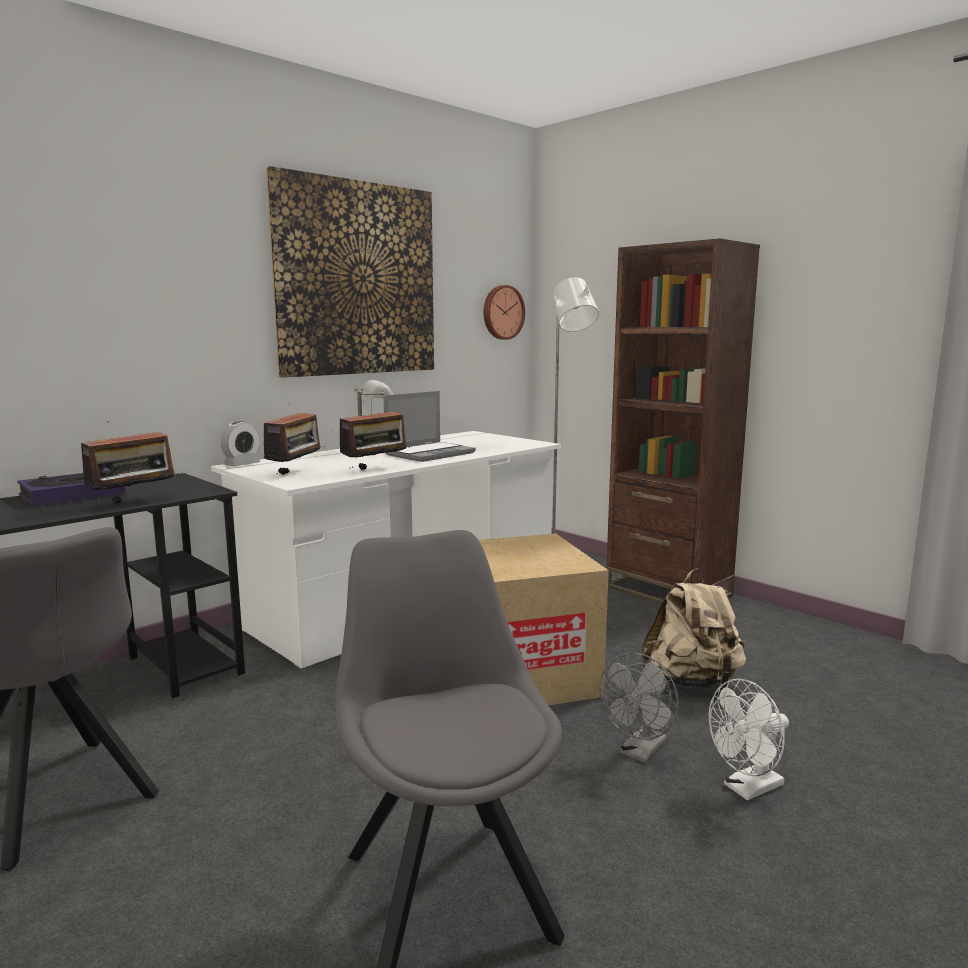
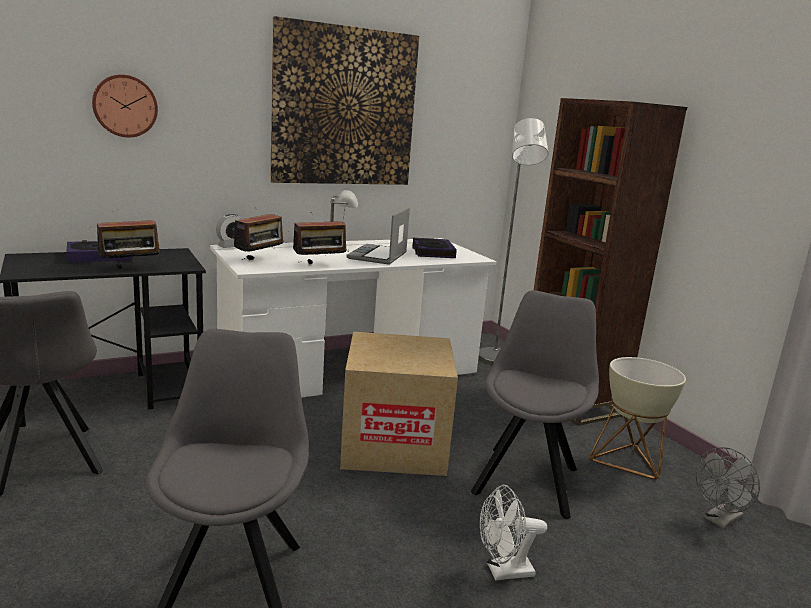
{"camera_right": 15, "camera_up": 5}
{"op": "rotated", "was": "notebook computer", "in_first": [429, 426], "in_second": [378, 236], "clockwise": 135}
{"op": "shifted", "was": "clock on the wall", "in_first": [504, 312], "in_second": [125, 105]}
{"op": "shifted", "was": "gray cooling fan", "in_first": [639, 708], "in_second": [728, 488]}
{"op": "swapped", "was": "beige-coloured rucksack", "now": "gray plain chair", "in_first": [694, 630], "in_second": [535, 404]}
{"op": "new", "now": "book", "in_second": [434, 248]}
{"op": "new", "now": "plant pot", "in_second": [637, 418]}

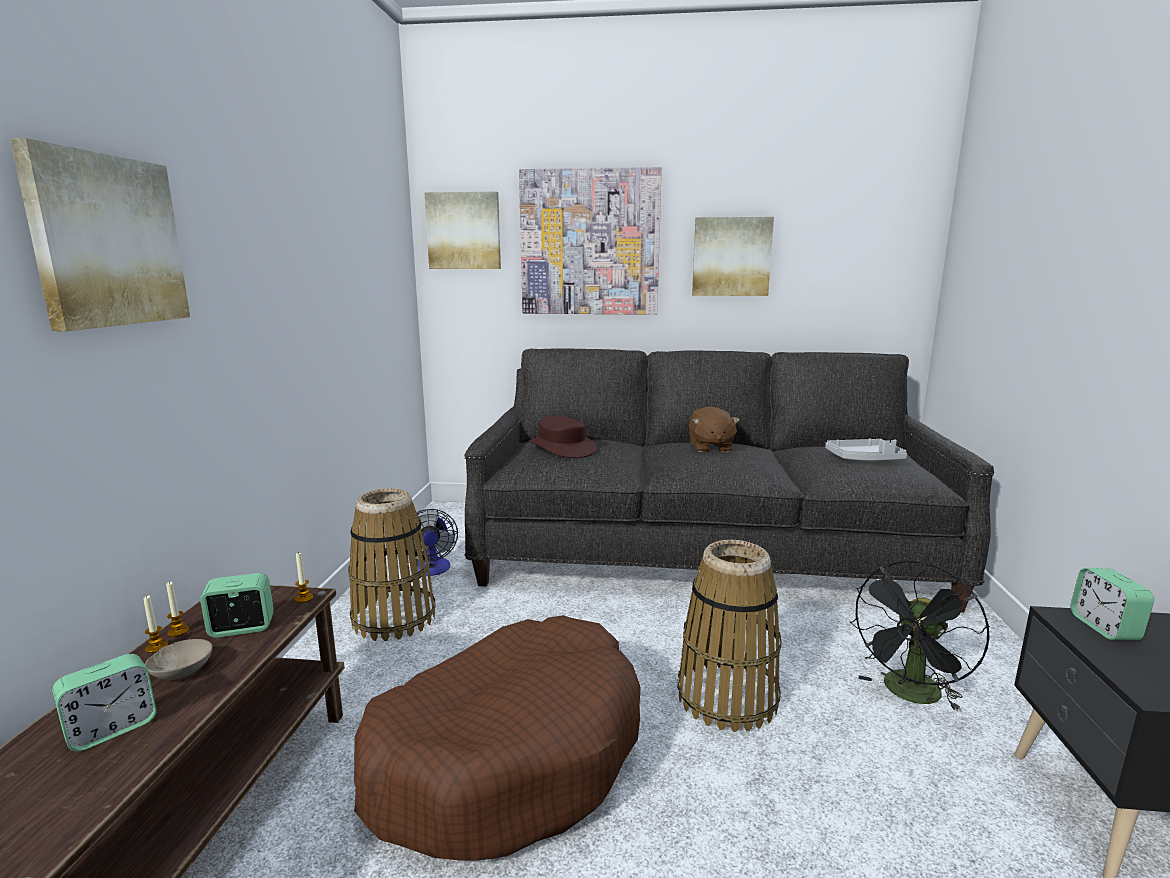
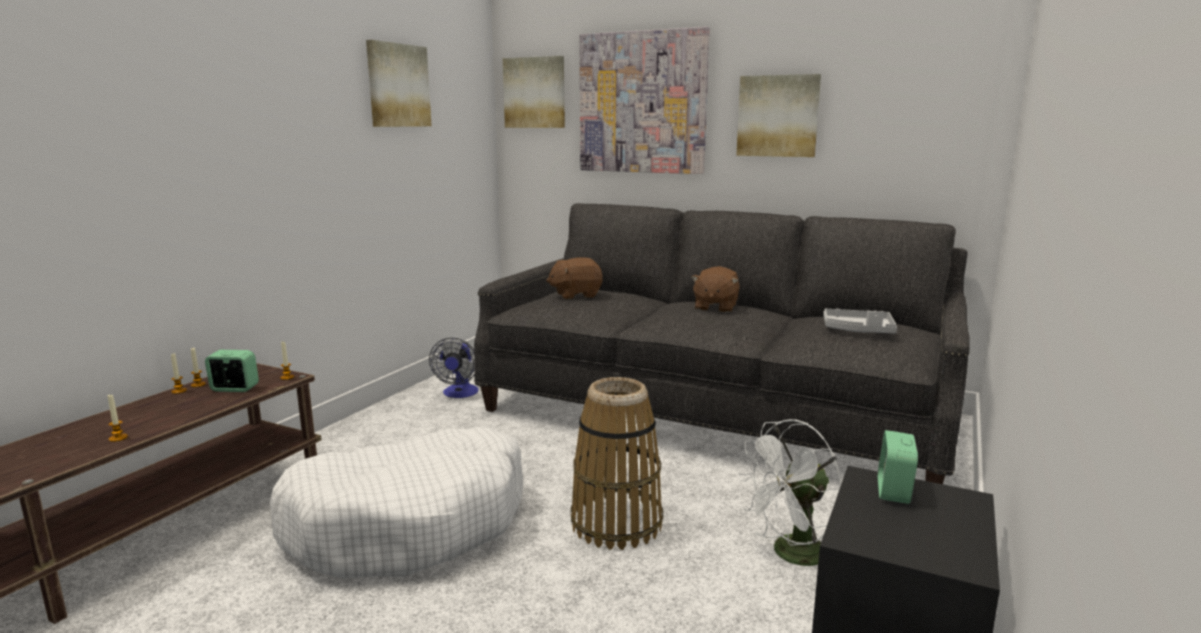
{"camera_right": 20, "camera_up": 0}
{"op": "shifted", "was": "wall art", "in_first": [100, 234], "in_second": [398, 83]}
{"op": "gone", "was": "alarm clock", "in_first": [104, 702]}
{"op": "gone", "was": "beige-coloured deep dish", "in_first": [179, 659]}
{"op": "gone", "was": "storage basket", "in_first": [392, 564]}
{"op": "repainted", "was": "brown pet bed", "now": "white pet bed", "in_first": [497, 738], "in_second": [396, 502]}
{"op": "swapped", "was": "brown hat", "now": "brown cuddly toy", "in_first": [562, 437], "in_second": [574, 278]}
{"op": "repainted", "was": "blackish cooling fan", "now": "white cooling fan", "in_first": [919, 636], "in_second": [789, 492]}
{"op": "new", "now": "wax candle", "in_second": [118, 418]}

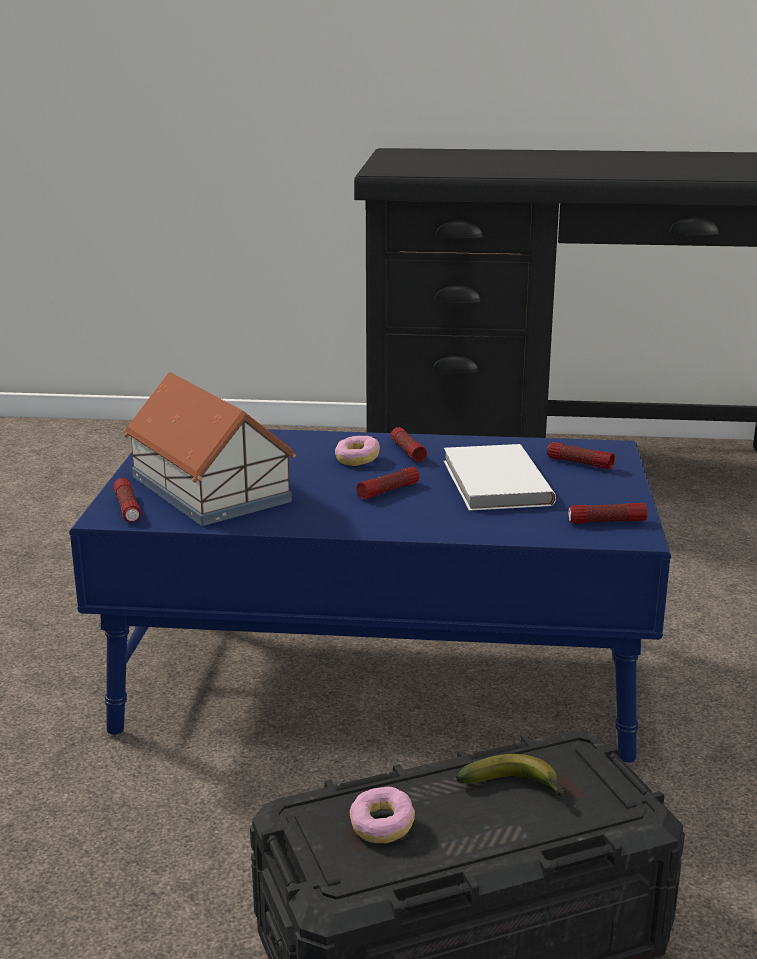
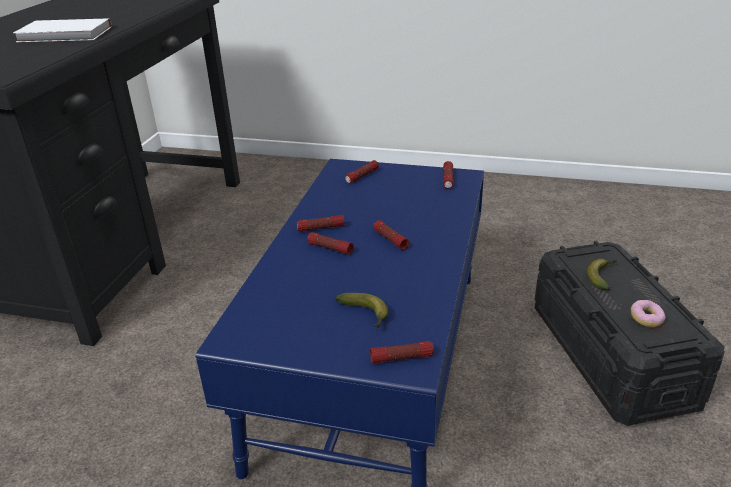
{"camera_right": -80, "camera_up": 10}
{"op": "swapped", "was": "toy house", "now": "whole banana", "in_first": [210, 449], "in_second": [361, 311]}
{"op": "swapped", "was": "donut", "now": "flashlight", "in_first": [357, 451], "in_second": [330, 243]}
{"op": "shifted", "was": "white book", "in_first": [500, 477], "in_second": [62, 30]}

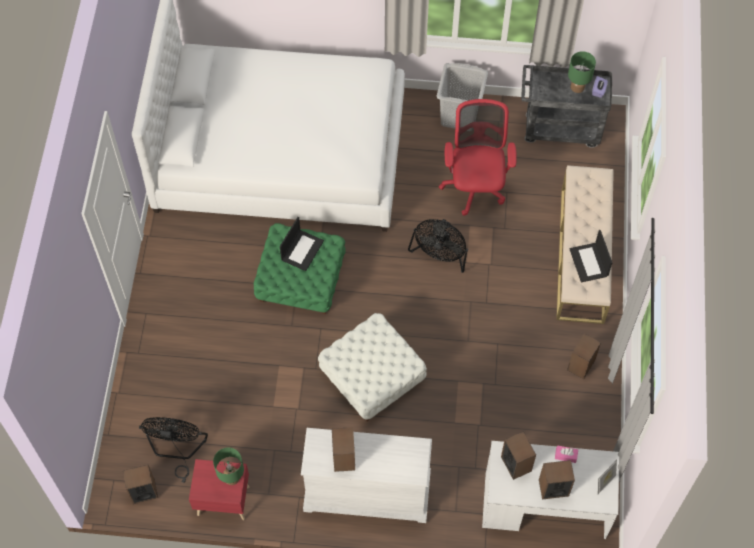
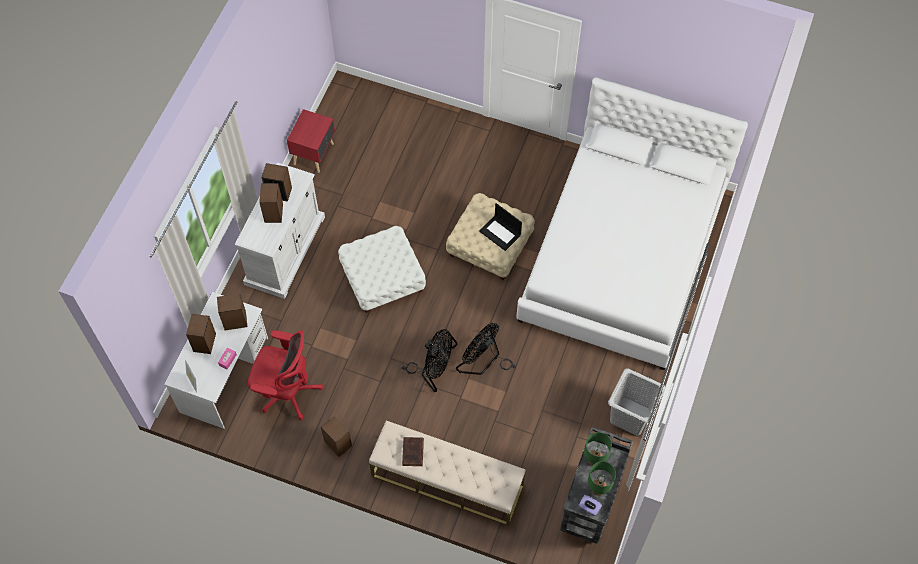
{"camera_right": 105, "camera_up": 0}
{"op": "shifted", "was": "audio speaker", "in_first": [140, 484], "in_second": [271, 203]}
{"op": "shifted", "was": "blackish cooling fan", "in_first": [173, 450], "in_second": [430, 360]}
{"op": "shifted", "was": "green table lamp", "in_first": [228, 466], "in_second": [598, 449]}
{"op": "repainted", "was": "green footrest", "now": "beige-coloured footrest", "in_first": [300, 268], "in_second": [490, 236]}
{"op": "shifted", "was": "red computer chair", "in_first": [478, 157], "in_second": [285, 375]}
{"op": "swapped", "was": "notebook computer", "now": "brown book", "in_first": [591, 256], "in_second": [413, 451]}

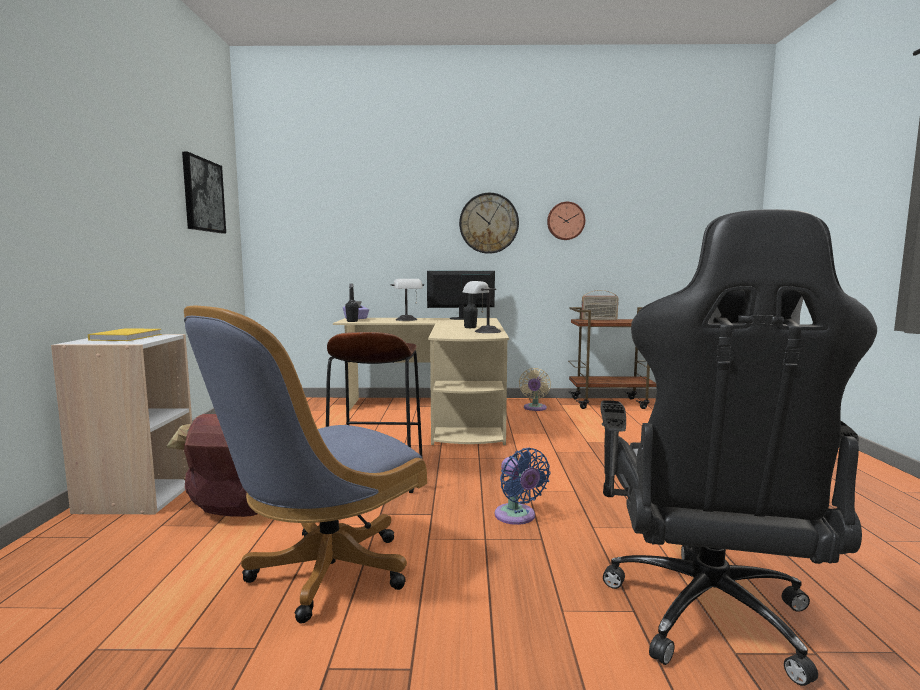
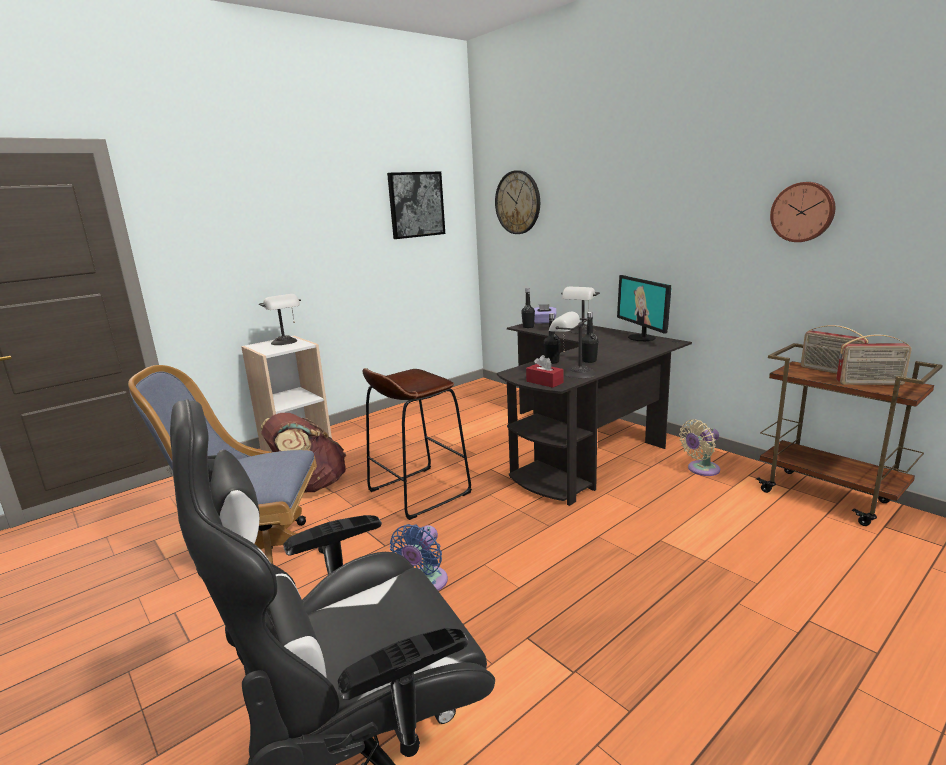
{"camera_right": 50, "camera_up": 10}
{"op": "swapped", "was": "yellow-coloured book", "now": "table lamp", "in_first": [125, 334], "in_second": [280, 319]}
{"op": "repainted", "was": "beige-coloured desk", "now": "blackish desk", "in_first": [421, 381], "in_second": [594, 414]}
{"op": "rotated", "was": "monitor", "in_first": [461, 295], "in_second": [644, 308], "clockwise": -150}
{"op": "shifted", "was": "clock on the wall", "in_first": [489, 223], "in_second": [517, 202]}
{"op": "new", "now": "red box of tissues", "in_second": [544, 371]}
{"op": "new", "now": "blackish beverage bottle", "in_second": [552, 338]}
{"op": "new", "now": "radio set", "in_second": [874, 360]}

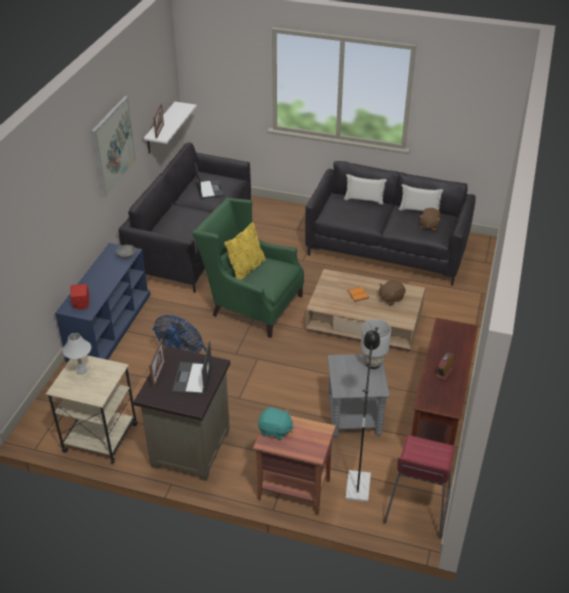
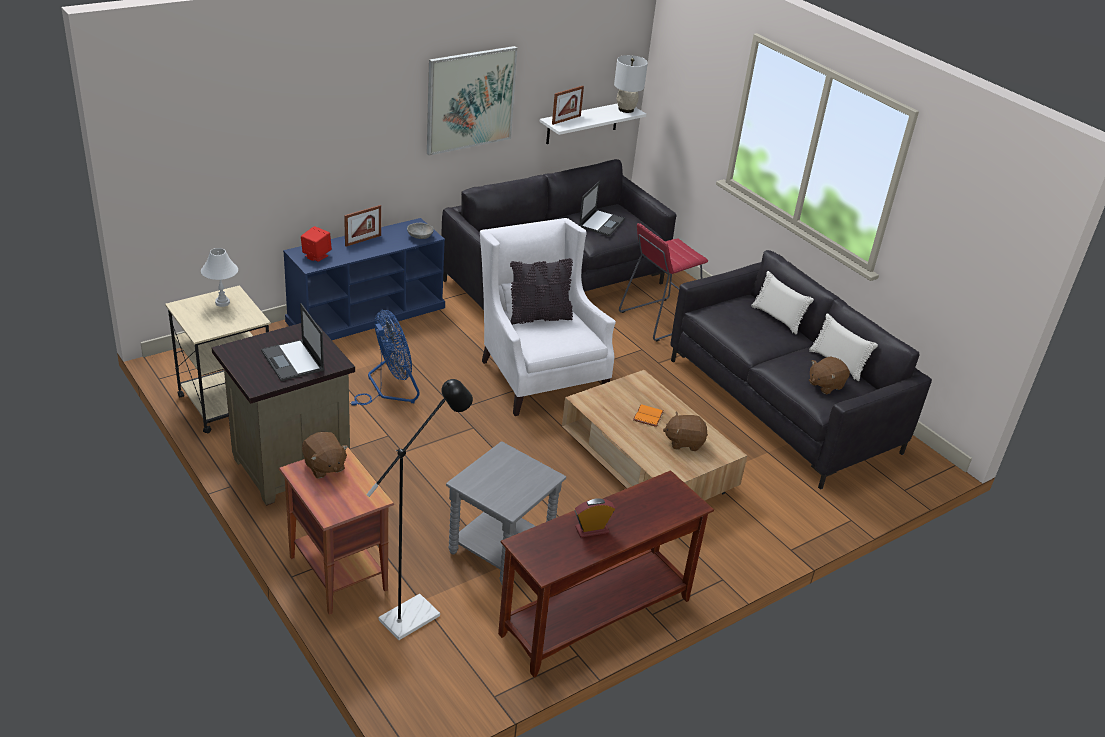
{"camera_right": 35, "camera_up": -5}
{"op": "shifted", "was": "picture frame", "in_first": [157, 363], "in_second": [362, 226]}
{"op": "rotated", "was": "notebook computer", "in_first": [192, 368], "in_second": [293, 342], "clockwise": -75}
{"op": "repainted", "was": "green lounge chair", "now": "white lounge chair", "in_first": [248, 268], "in_second": [548, 317]}
{"op": "repainted", "was": "yellow-coloured pillow", "now": "blackish pillow", "in_first": [245, 251], "in_second": [541, 291]}
{"op": "repainted", "was": "turquoise-coloured cuddly toy", "now": "brown cuddly toy", "in_first": [276, 423], "in_second": [325, 455]}
{"op": "shifted", "was": "white table lamp", "in_first": [376, 344], "in_second": [631, 84]}
{"op": "shifted", "was": "red stool seat", "in_first": [419, 486], "in_second": [663, 282]}

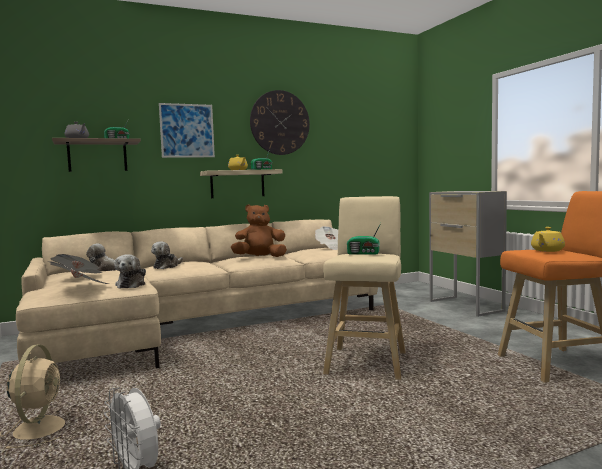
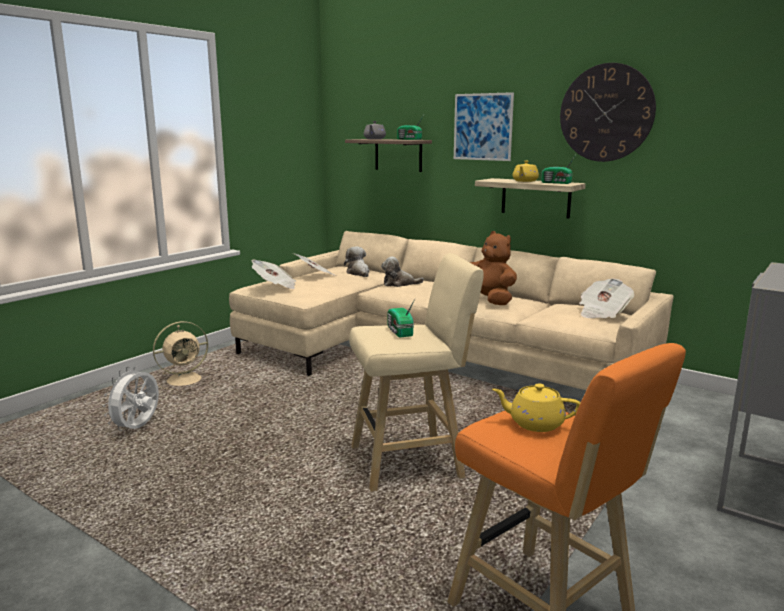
{"camera_right": 60, "camera_up": 10}
{"op": "gone", "was": "cuddly toy", "in_first": [130, 271]}

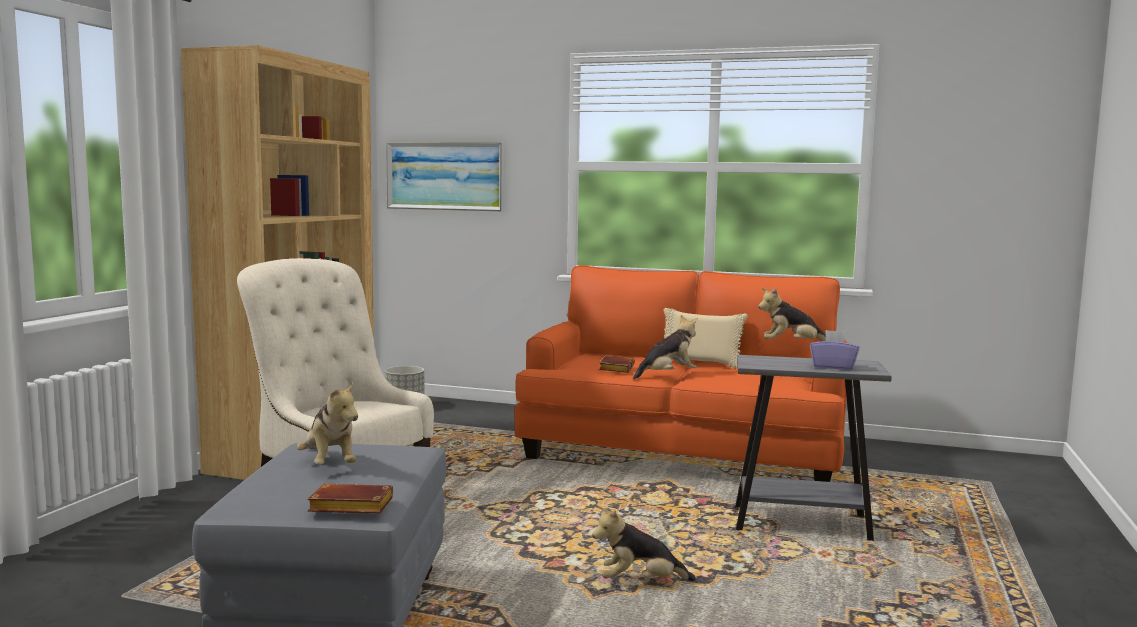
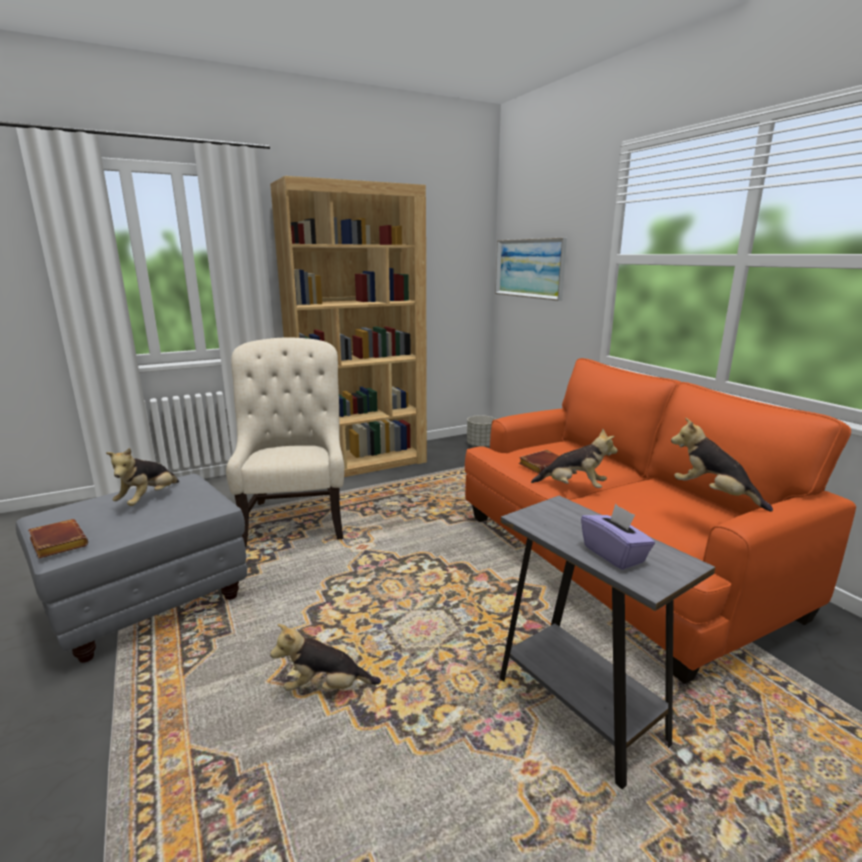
{"camera_right": 45, "camera_up": 10}
{"op": "rotated", "was": "cuddly toy", "in_first": [644, 543], "in_second": [325, 657], "clockwise": -45}
{"op": "gone", "was": "beige-coloured pillow", "in_first": [705, 338]}

